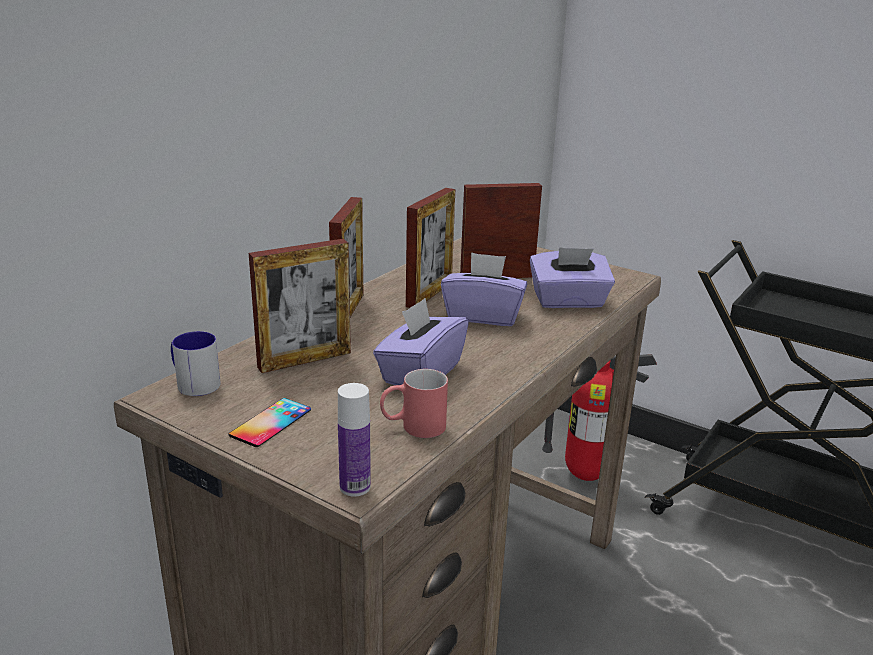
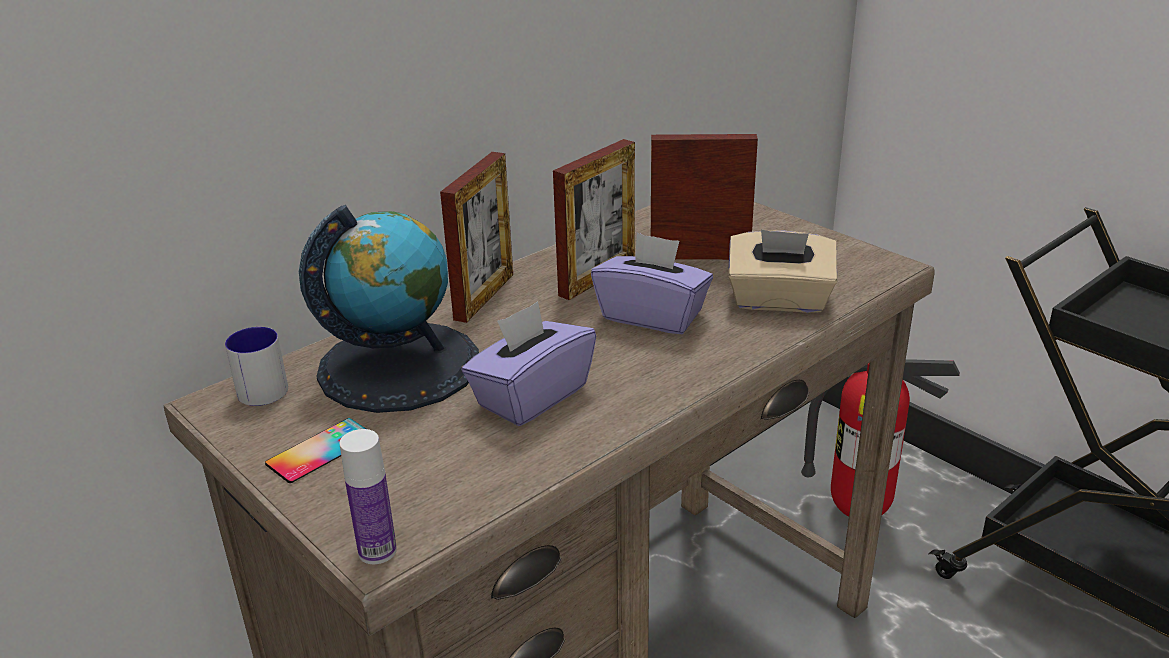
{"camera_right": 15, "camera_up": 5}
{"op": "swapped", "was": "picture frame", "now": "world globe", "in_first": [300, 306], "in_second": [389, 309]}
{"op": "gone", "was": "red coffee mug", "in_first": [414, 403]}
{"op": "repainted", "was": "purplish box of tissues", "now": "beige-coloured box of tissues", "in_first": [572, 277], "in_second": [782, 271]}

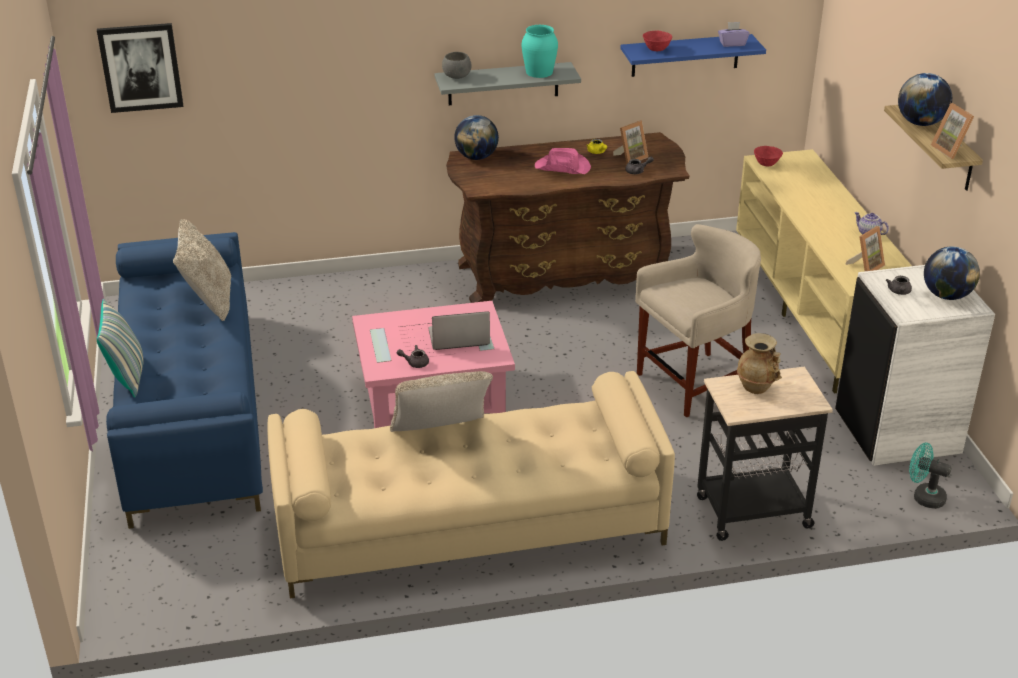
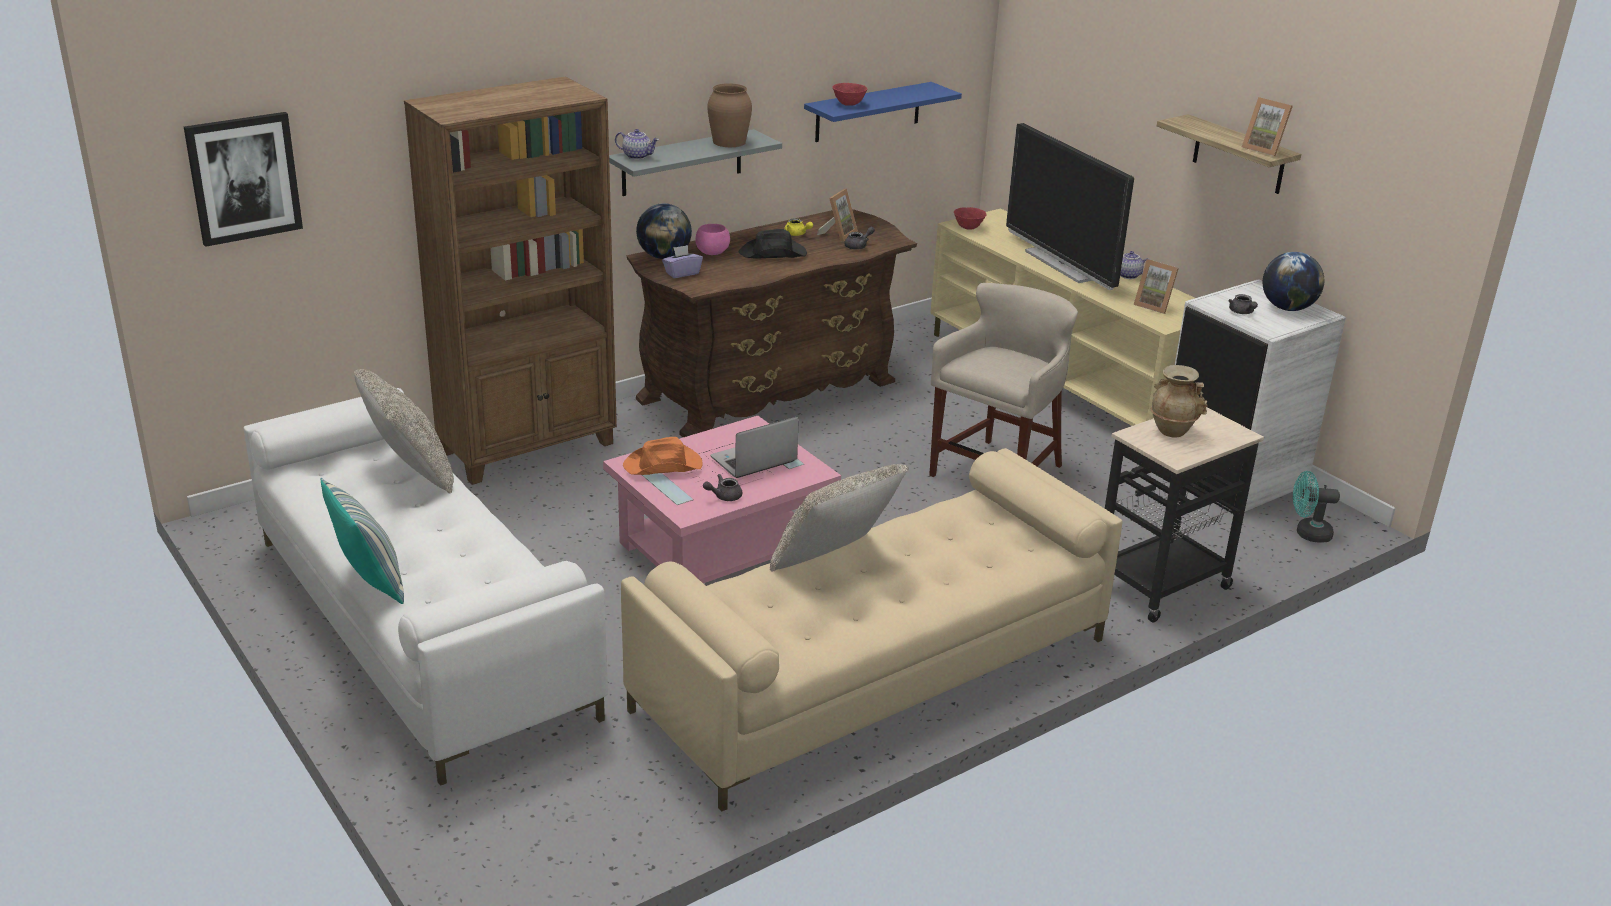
{"camera_right": -25, "camera_up": -5}
{"op": "repainted", "was": "bluish sofa", "now": "white sofa", "in_first": [184, 380], "in_second": [426, 587]}
{"op": "swapped", "was": "gray deep dish", "now": "tea pot", "in_first": [457, 65], "in_second": [637, 144]}
{"op": "repainted", "was": "turquoise-coloured vase", "now": "brown vase", "in_first": [540, 51], "in_second": [729, 115]}
{"op": "repainted", "was": "pink-coloured hat", "now": "blackish hat", "in_first": [563, 161], "in_second": [773, 244]}
{"op": "shifted", "was": "purplish box of tissues", "in_first": [734, 34], "in_second": [682, 261]}
{"op": "rotated", "was": "picture frame", "in_first": [865, 248], "in_second": [1156, 286], "clockwise": 105}
{"op": "gone", "was": "world globe", "in_first": [925, 99]}
{"op": "new", "now": "brown bookshelf", "in_second": [510, 281]}
{"op": "new", "now": "orangey hat", "in_second": [663, 456]}
{"op": "new", "now": "pink-coloured deep dish", "in_second": [712, 239]}
{"op": "new", "now": "TV", "in_second": [1070, 206]}

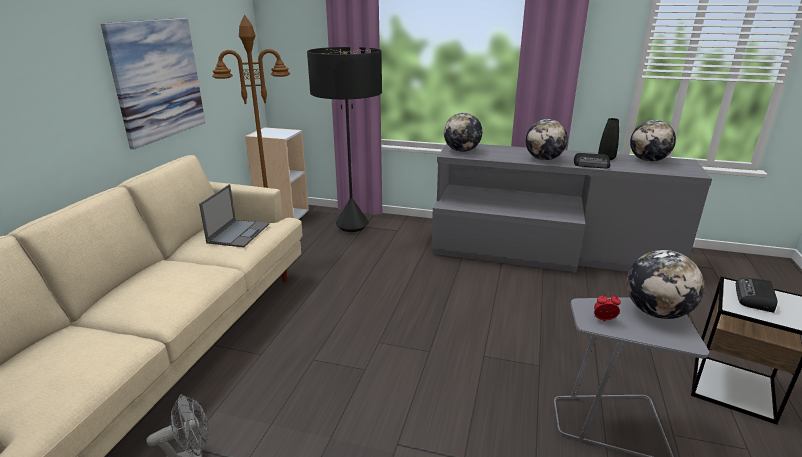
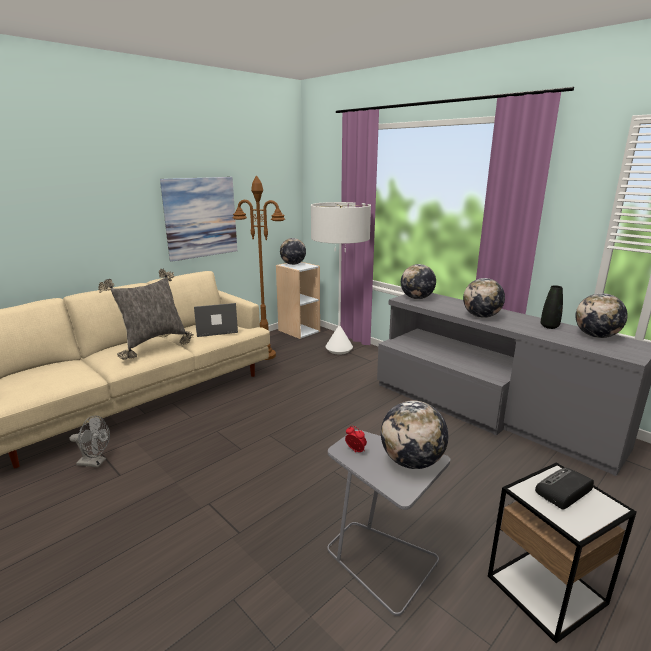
{"camera_right": 30, "camera_up": -5}
{"op": "rotated", "was": "notebook computer", "in_first": [234, 215], "in_second": [216, 320], "clockwise": -150}
{"op": "repainted", "was": "blackish standard lamp", "now": "white standard lamp", "in_first": [344, 139], "in_second": [341, 278]}
{"op": "gone", "was": "radio set", "in_first": [592, 161]}
{"op": "new", "now": "pillow", "in_second": [145, 314]}
{"op": "new", "now": "world globe", "in_second": [293, 251]}

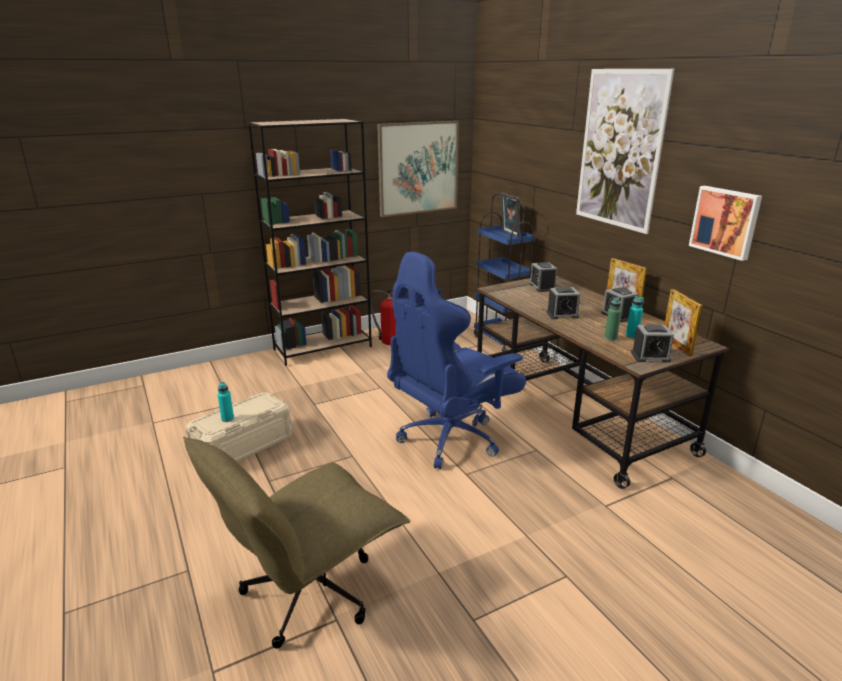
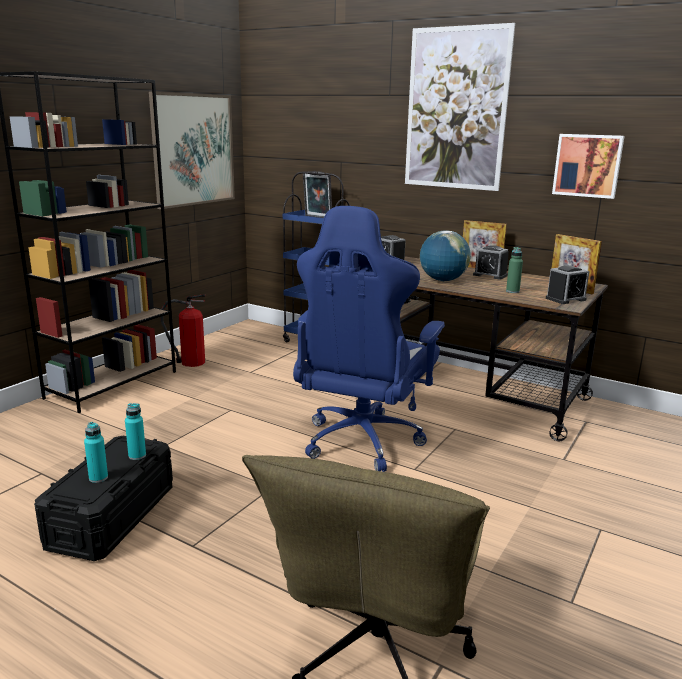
{"camera_right": -30, "camera_up": -5}
{"op": "repainted", "was": "beige-coloured storage bin", "now": "blackish storage bin", "in_first": [238, 427], "in_second": [103, 498]}
{"op": "swapped", "was": "alarm clock", "now": "world globe", "in_first": [563, 303], "in_second": [445, 255]}
{"op": "shifted", "was": "turquoise-coloured beverage bottle", "in_first": [635, 317], "in_second": [135, 431]}

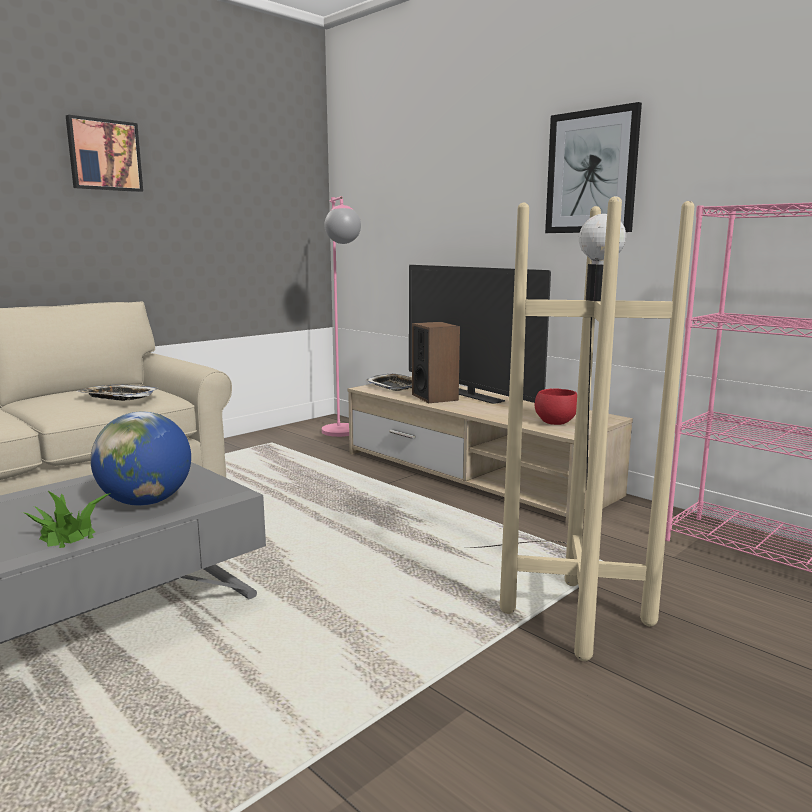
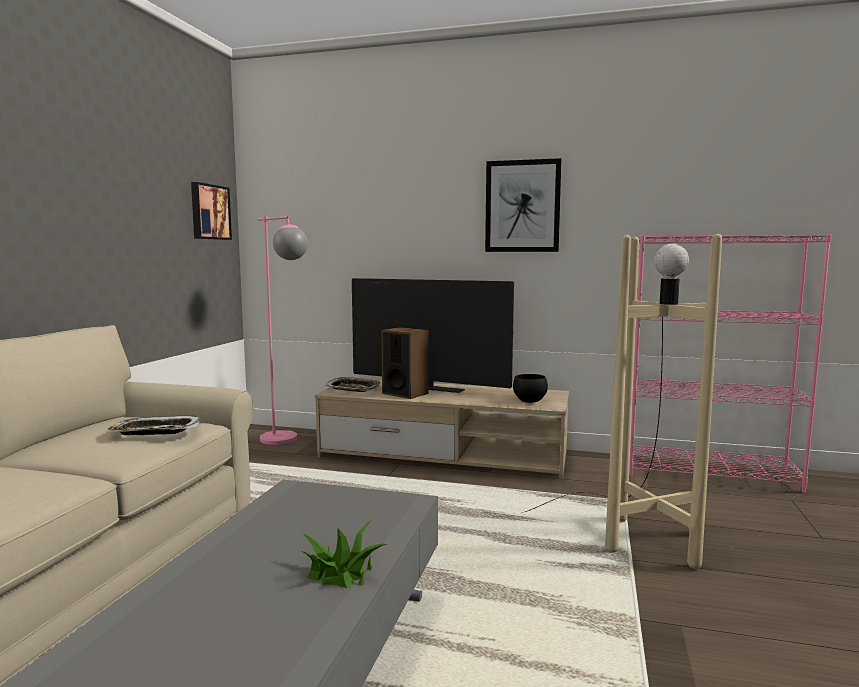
{"camera_right": -30, "camera_up": -5}
{"op": "shifted", "was": "wall art", "in_first": [104, 153], "in_second": [211, 211]}
{"op": "gone", "was": "world globe", "in_first": [140, 459]}
{"op": "repainted", "was": "red deep dish", "now": "blackish deep dish", "in_first": [556, 406], "in_second": [530, 388]}

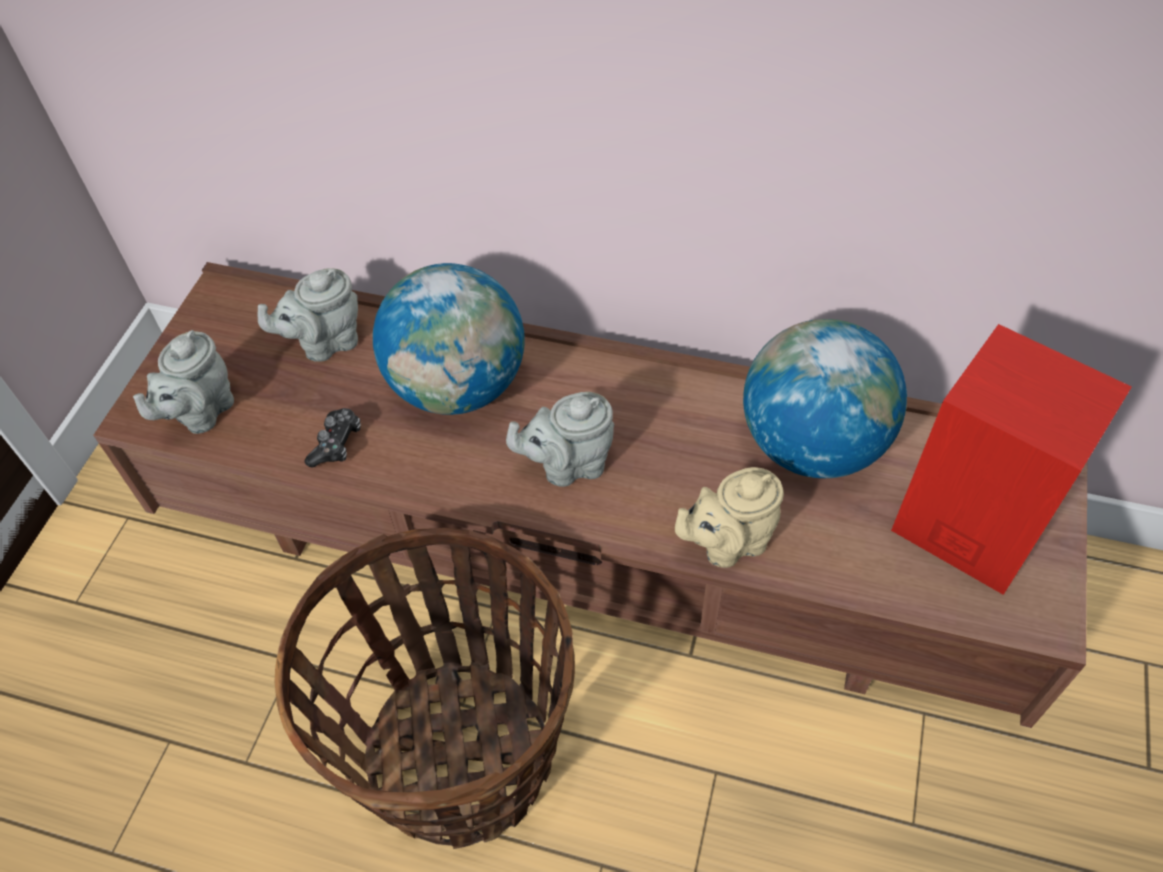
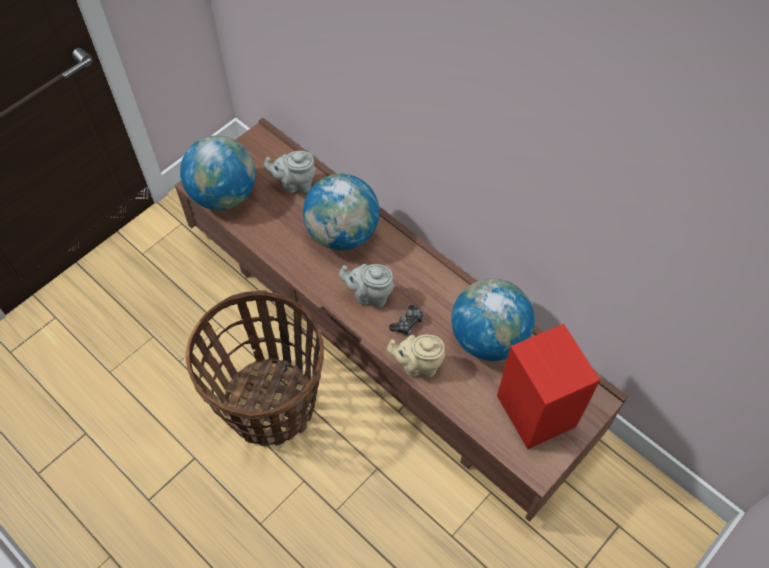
{"camera_right": 25, "camera_up": 5}
{"op": "swapped", "was": "gray tea pot", "now": "world globe", "in_first": [183, 382], "in_second": [218, 172]}
{"op": "shifted", "was": "joypad", "in_first": [332, 438], "in_second": [406, 320]}

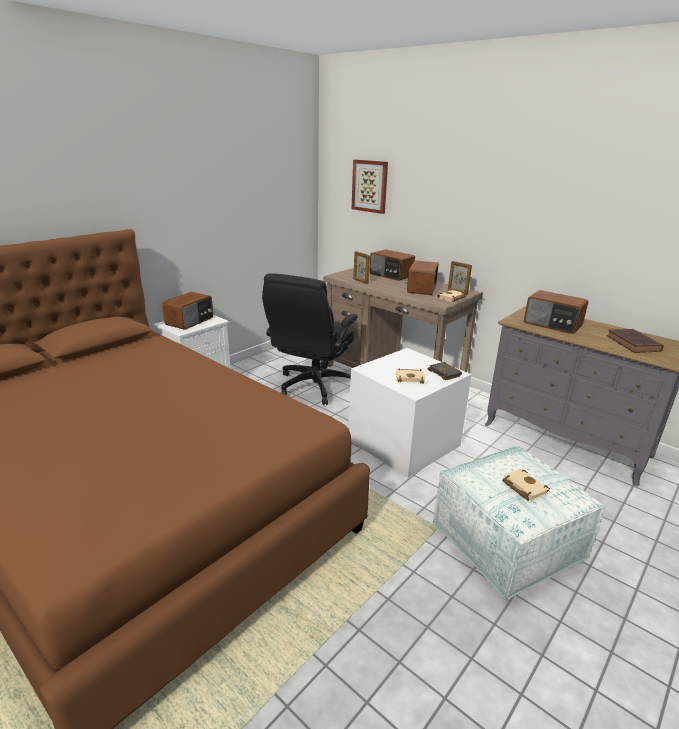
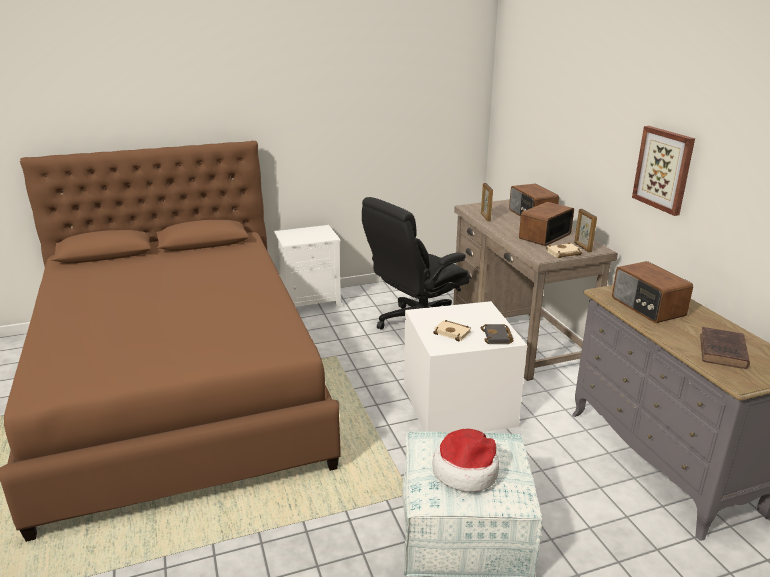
{"camera_right": 30, "camera_up": 0}
{"op": "gone", "was": "radio set", "in_first": [187, 311]}
{"op": "shifted", "was": "wall art", "in_first": [370, 186], "in_second": [663, 171]}
{"op": "swapped", "was": "beige-coloured book", "now": "hat", "in_first": [526, 485], "in_second": [465, 460]}

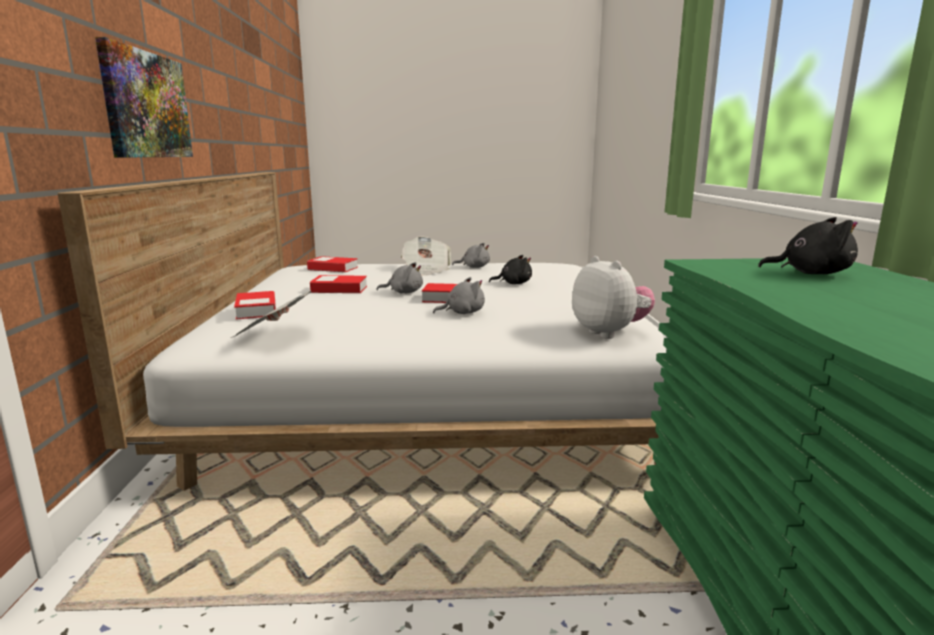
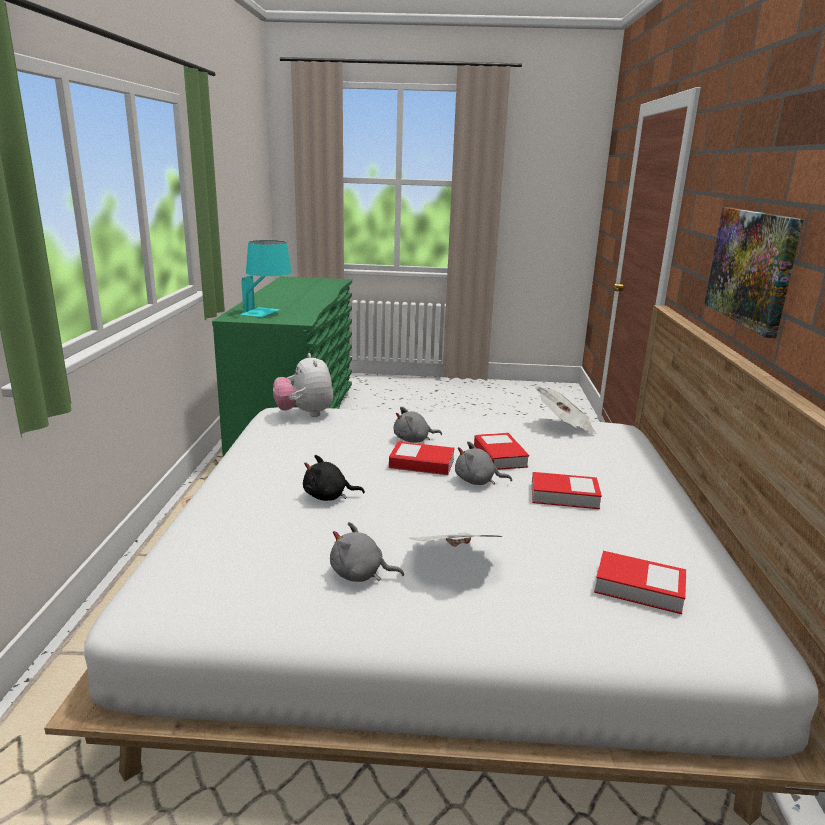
{"camera_right": -175, "camera_up": 5}
{"op": "shifted", "was": "book", "in_first": [255, 305], "in_second": [501, 451]}
{"op": "swapped", "was": "blackish cuddly toy", "now": "turquoise-coloured table lamp", "in_first": [808, 245], "in_second": [266, 278]}

